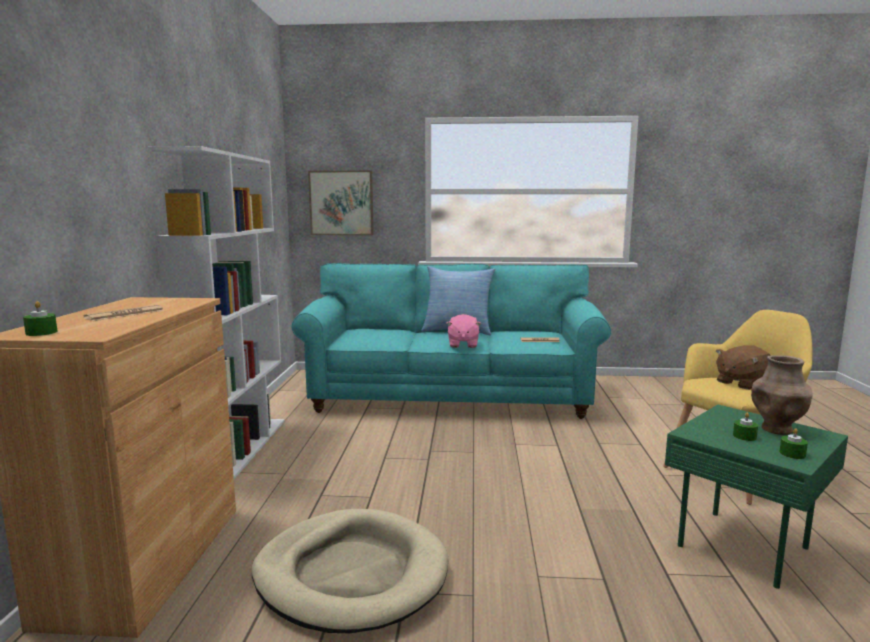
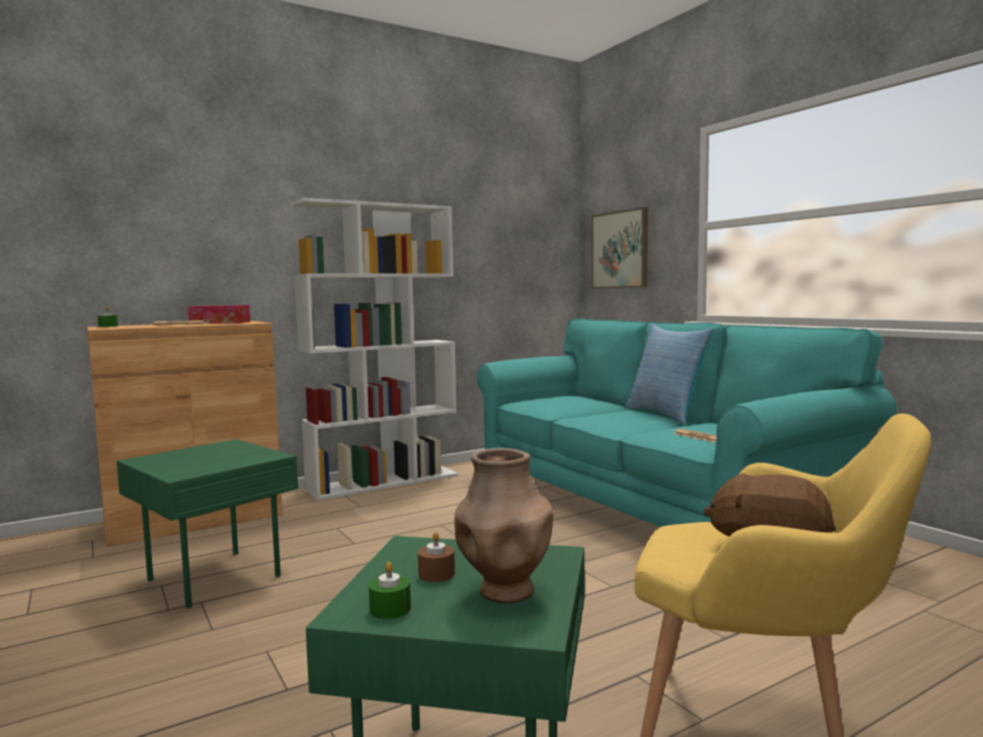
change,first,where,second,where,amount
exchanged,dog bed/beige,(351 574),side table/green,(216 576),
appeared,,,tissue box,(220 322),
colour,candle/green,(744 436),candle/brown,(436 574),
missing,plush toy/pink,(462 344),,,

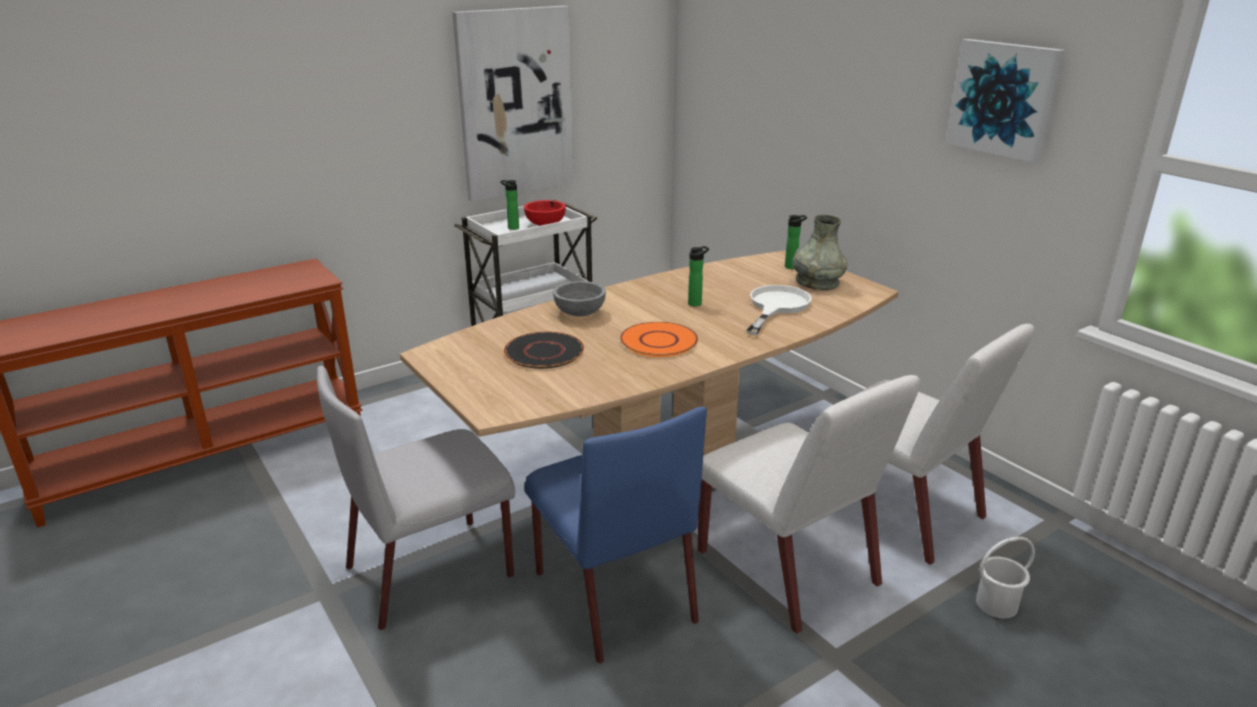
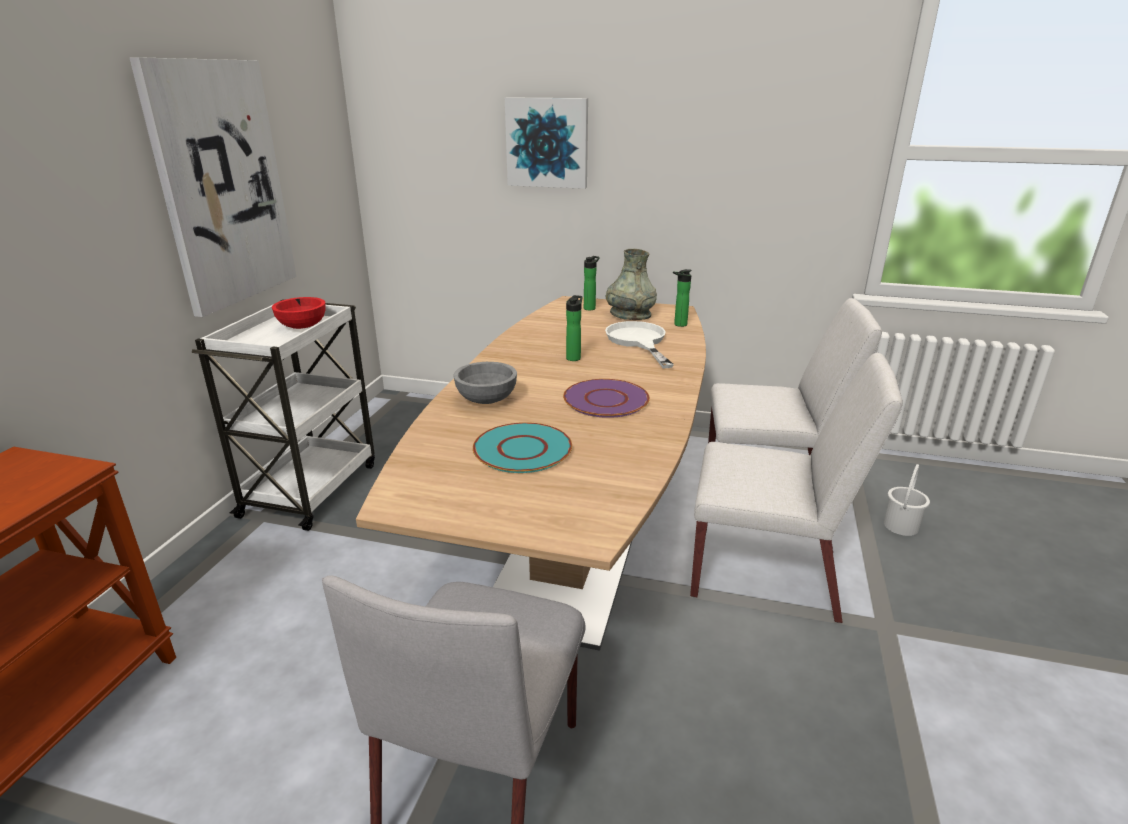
change,first,where,second,where,amount
colour,plate/black,(544 352),plate/turquoise,(523 449),
relocated,picture,(1004 99),,(547 143),
colour,plate/orange,(658 341),plate/purple,(605 400),
relocated,bottle,(511 228),,(678 325),
missing,chair/blue,(612 595),,,

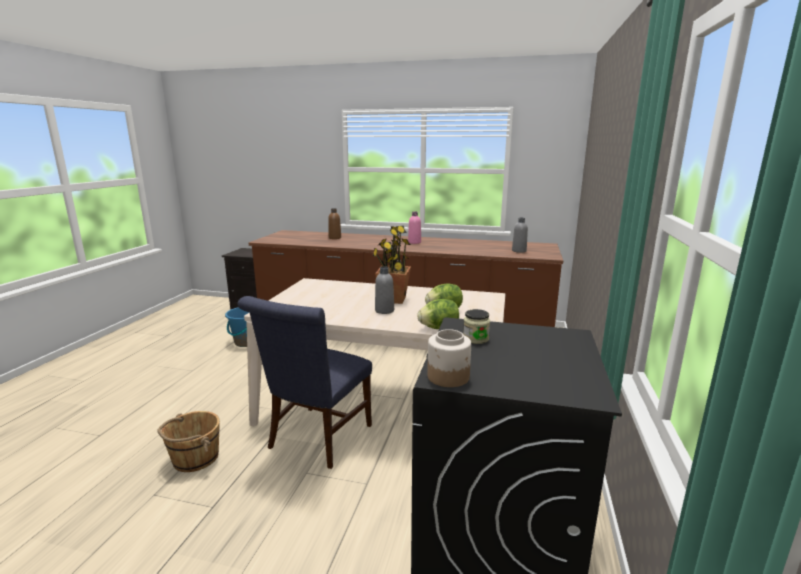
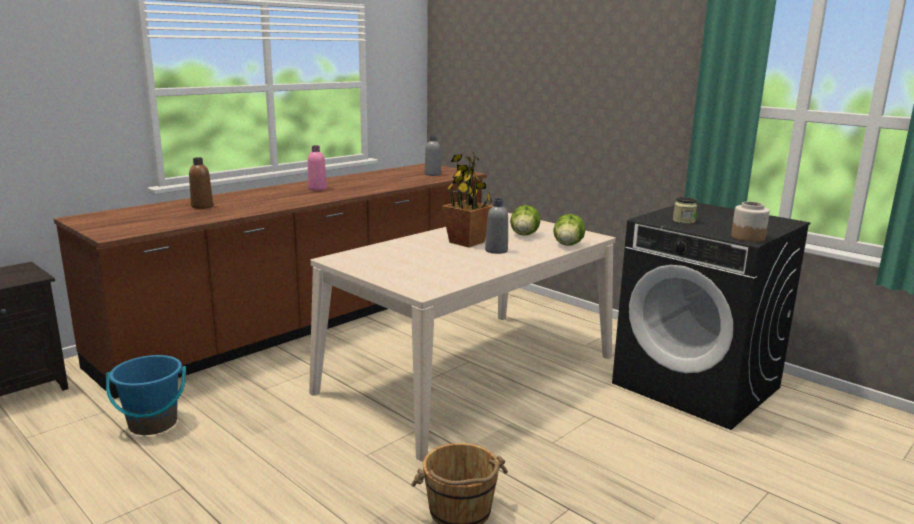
change,first,where,second,where,amount
missing,chair/blue,(317 439),,,

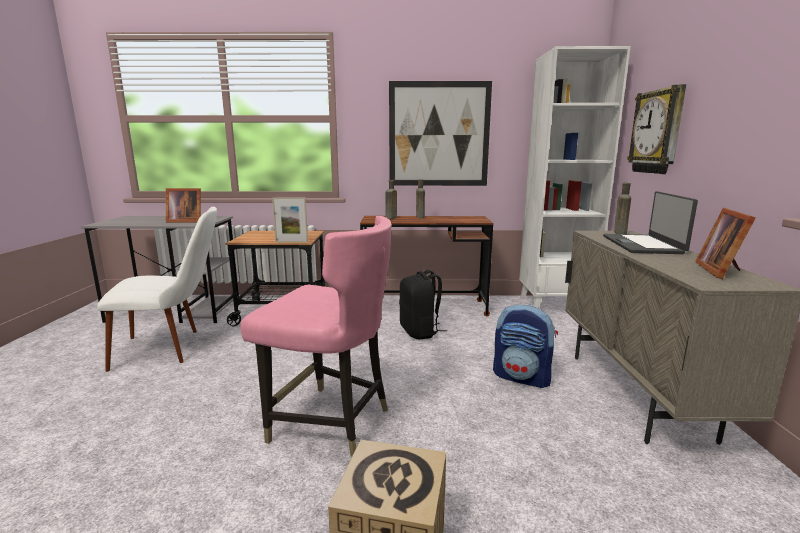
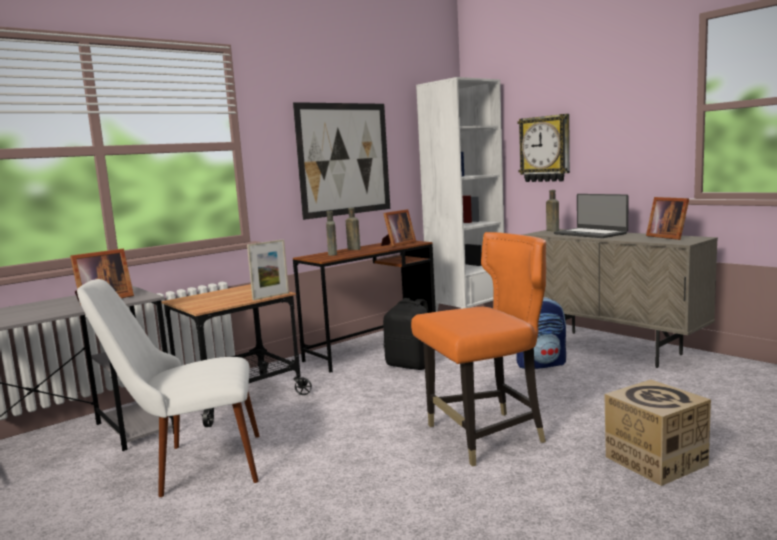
change,first,where,second,where,amount
spun,chair/white,(173 347),,(189 467),135 degrees counterclockwise
appeared,,,picture frame,(397 244),
colour,chair/pink,(331 422),chair/orange,(486 436),

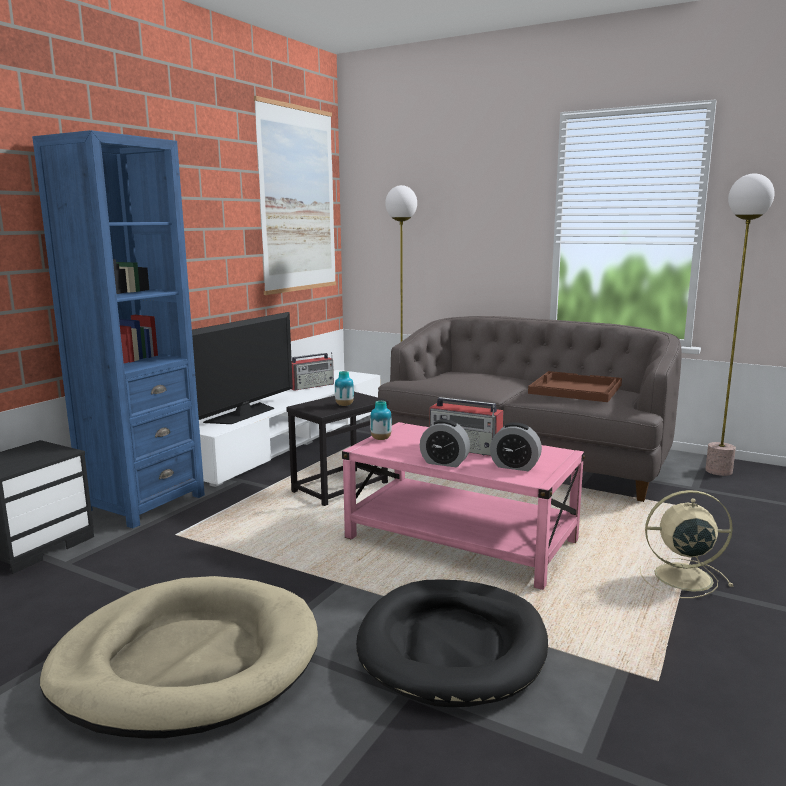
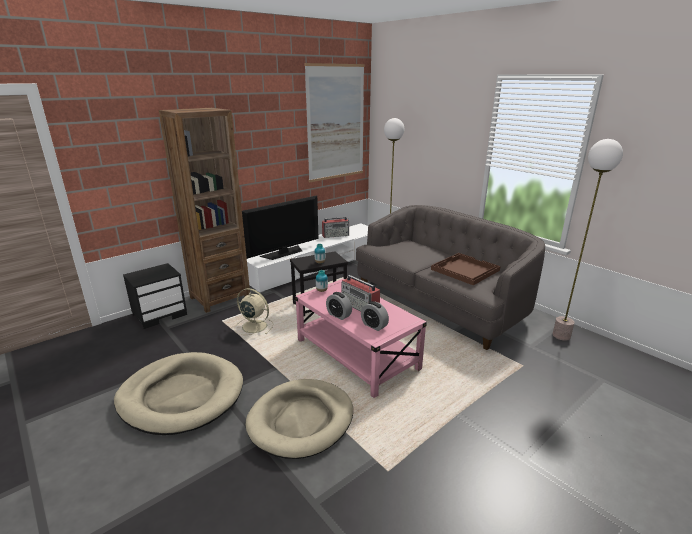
change,first,where,second,where,amount
colour,bookcase/blue,(143 503),bookcase/brown,(220 297),
relocated,fan/beige,(680 577),,(253 326),
colour,dog bed/black,(453 646),dog bed/beige,(301 420),

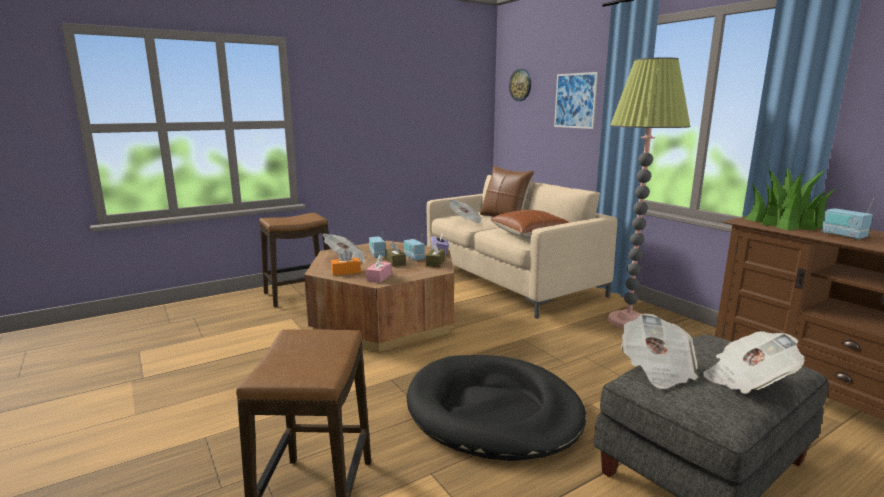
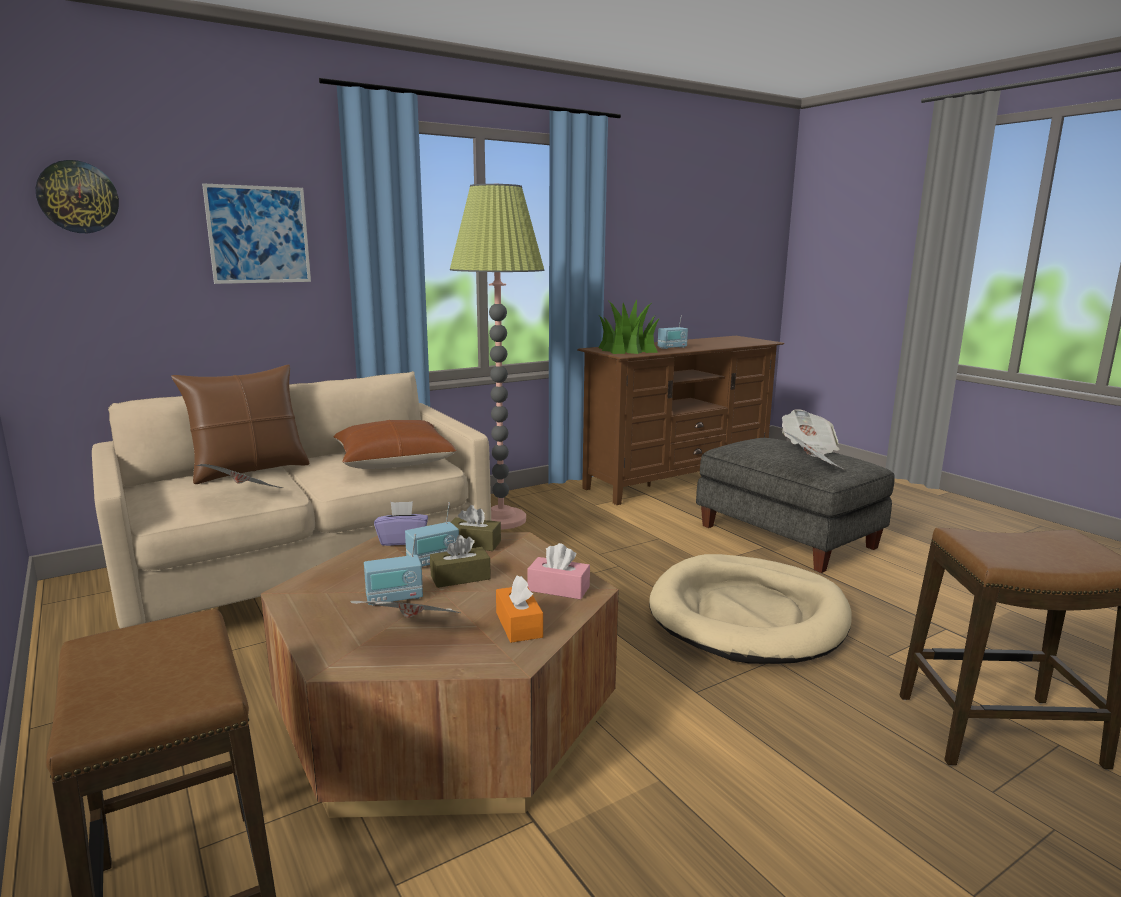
change,first,where,second,where,amount
colour,dog bed/black,(493 411),dog bed/beige,(748 615),

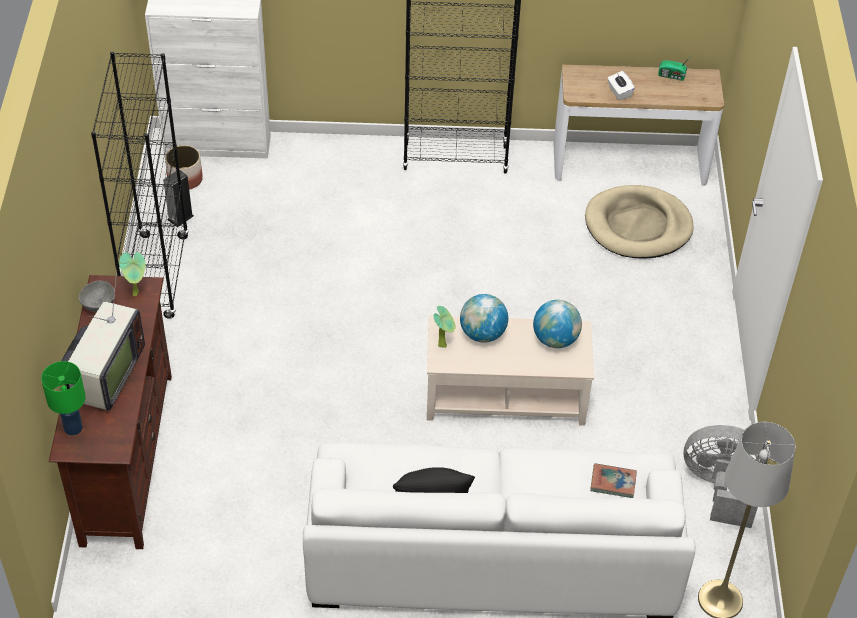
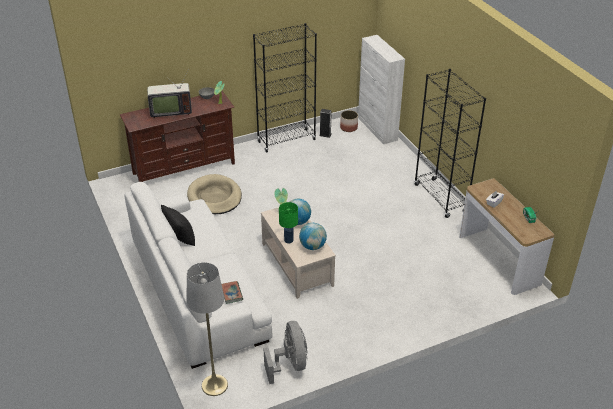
change,first,where,second,where,amount
relocated,dog bed/beige,(638 226),,(214 197),
relocated,table lamp/green,(73 427),,(289 240),

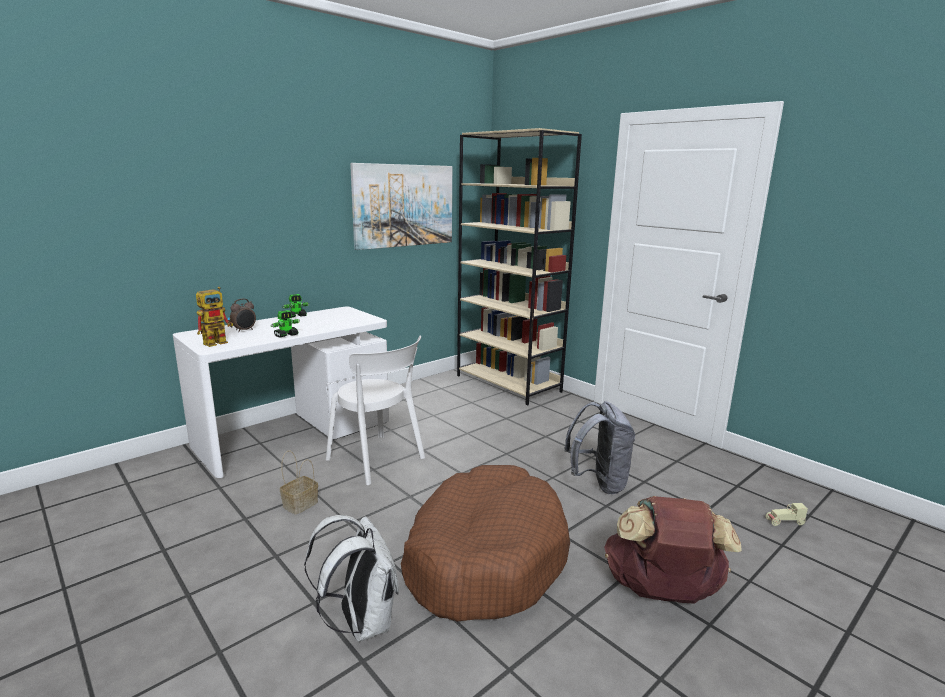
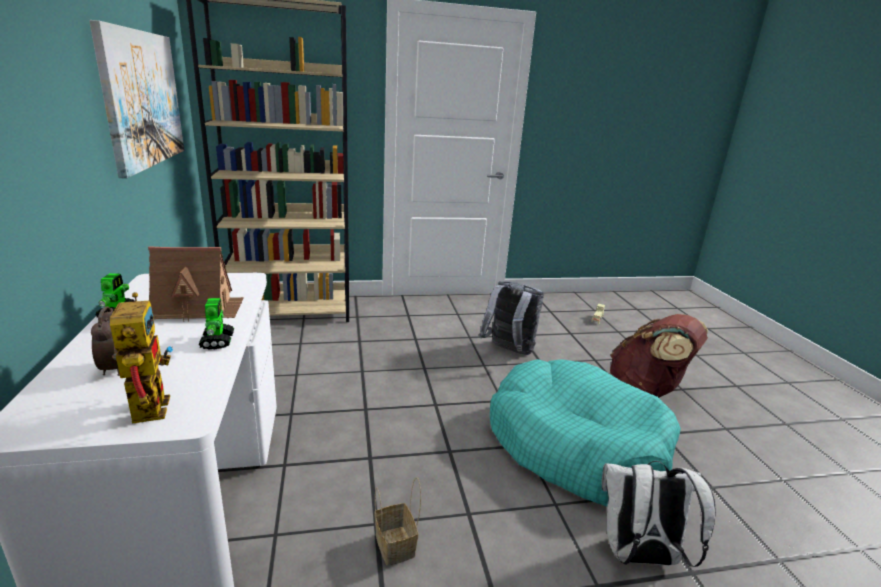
change,first,where,second,where,amount
appeared,,,toy house,(199 308),
colour,dog bed/brown,(484 557),dog bed/turquoise,(575 445),
missing,chair/white,(378 460),,,

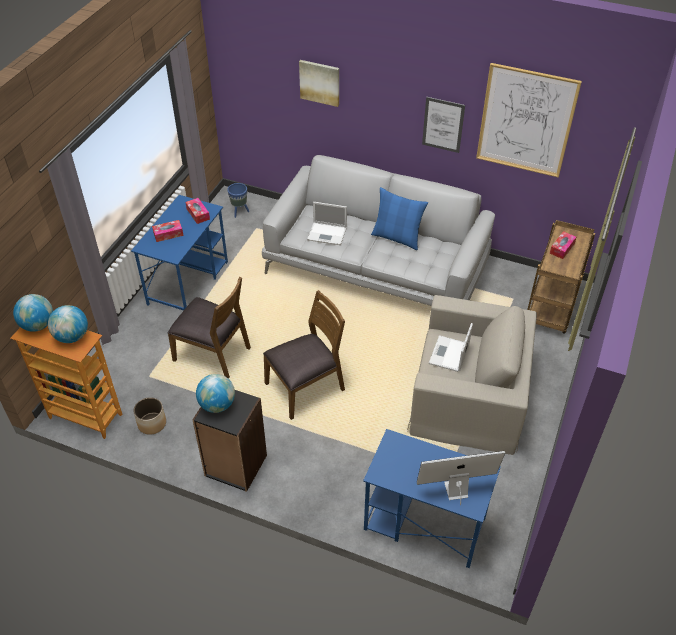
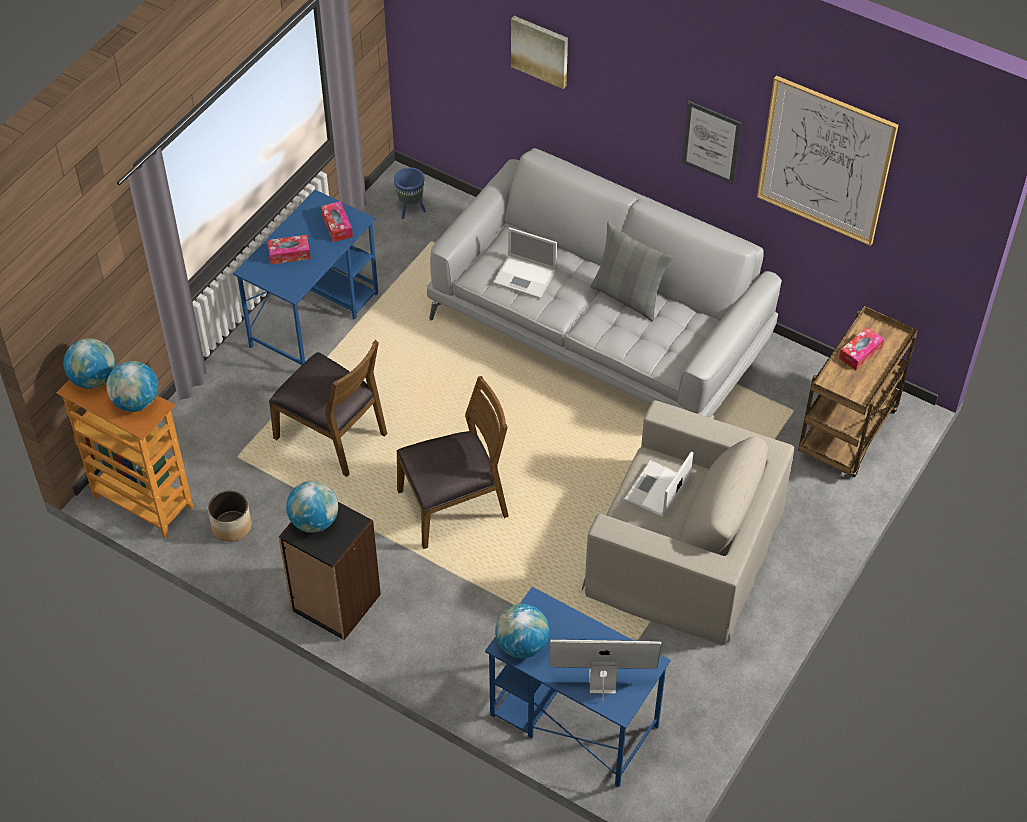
change,first,where,second,where,amount
appeared,,,globe,(521 645),
colour,pillow/blue,(397 238),pillow/grey,(628 297),

